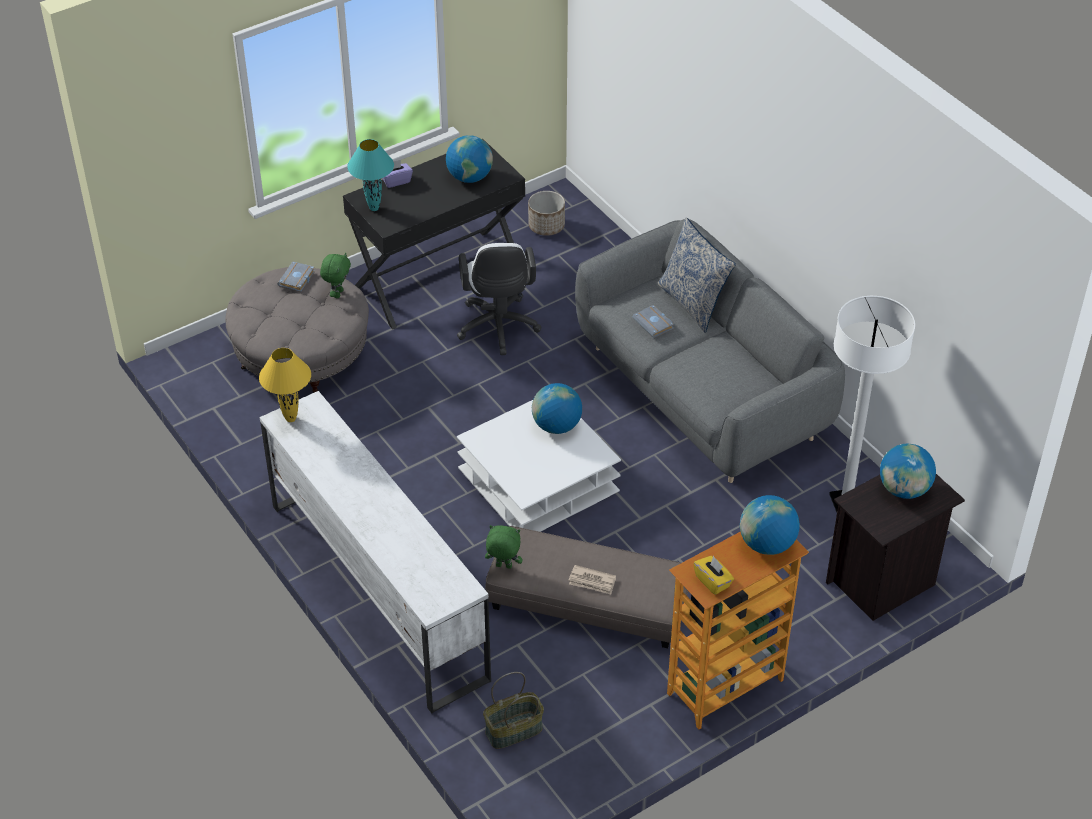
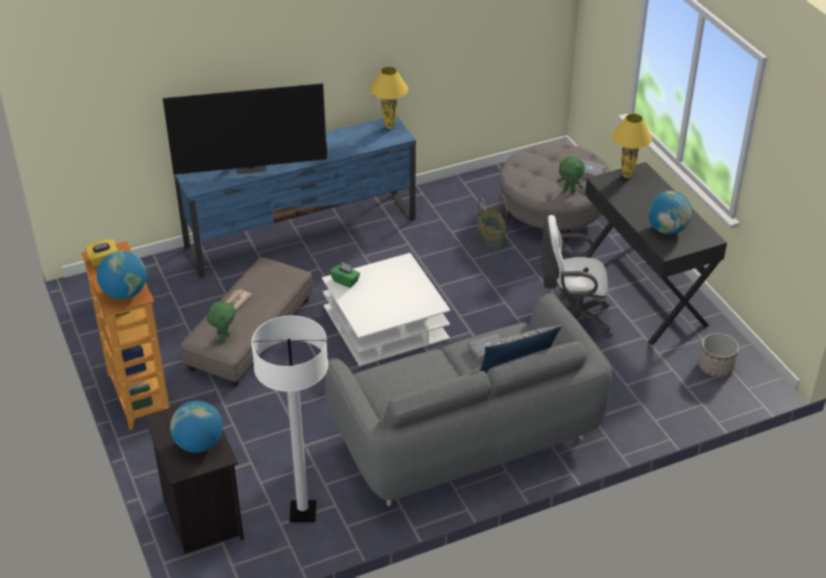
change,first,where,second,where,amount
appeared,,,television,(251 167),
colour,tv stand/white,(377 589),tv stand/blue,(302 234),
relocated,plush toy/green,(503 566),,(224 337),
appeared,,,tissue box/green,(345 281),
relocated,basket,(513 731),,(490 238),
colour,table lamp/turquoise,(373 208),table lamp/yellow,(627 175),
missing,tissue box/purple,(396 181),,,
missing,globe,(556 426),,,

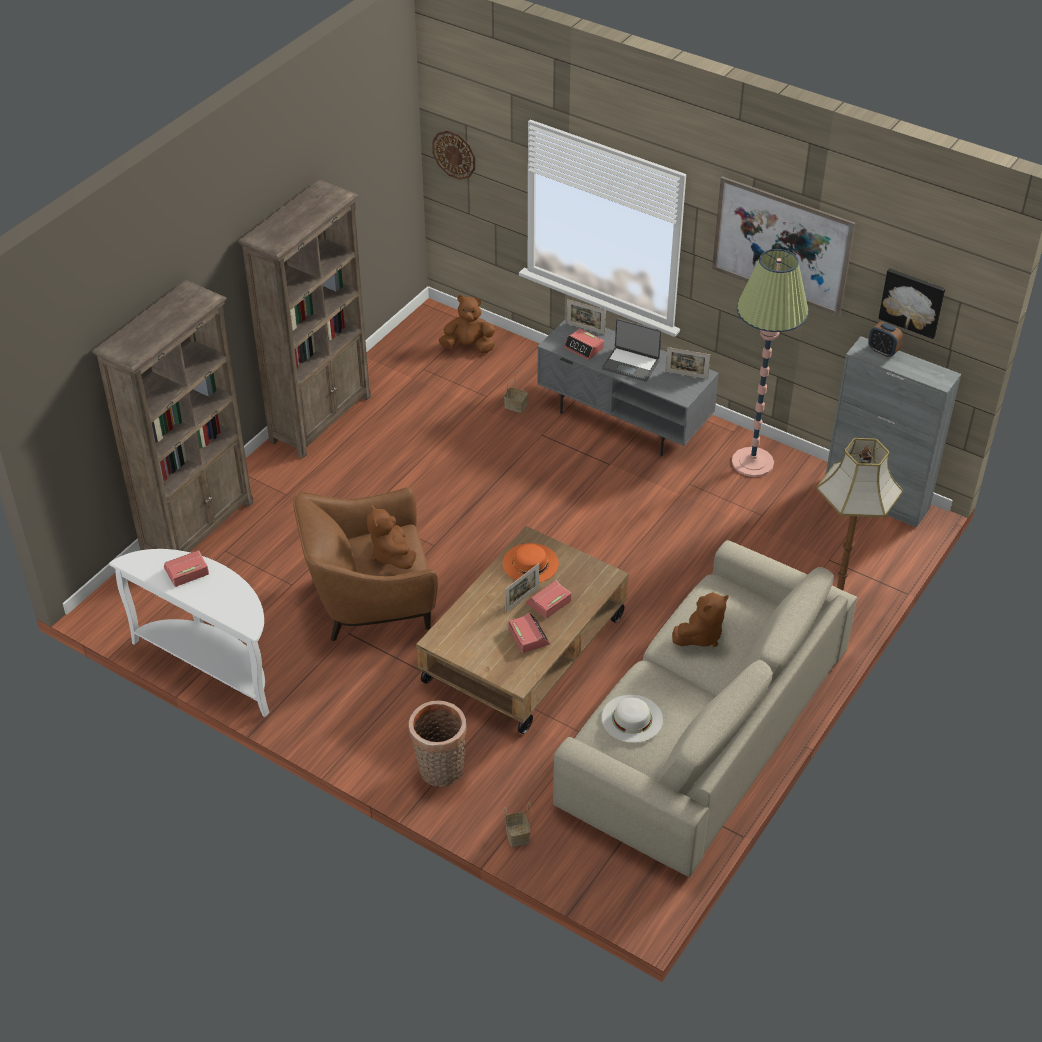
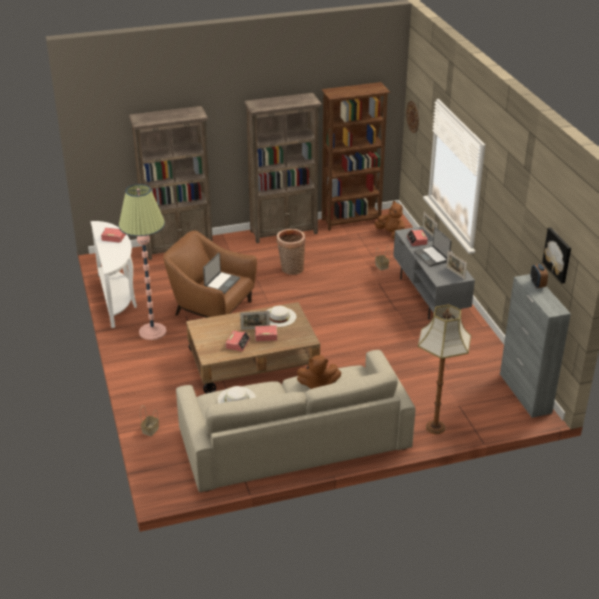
change,first,where,second,where,amount
relocated,floor lamp,(752 462),,(152 331),
exchanged,plush toy/brown,(392 555),laptop,(221 283),
colour,hat/orange,(530 563),hat/white,(279 317),
relocated,basket,(440 772),,(291 269),
appeared,,,bookcase/brown,(351 221),
missing,picture,(781 246),,,

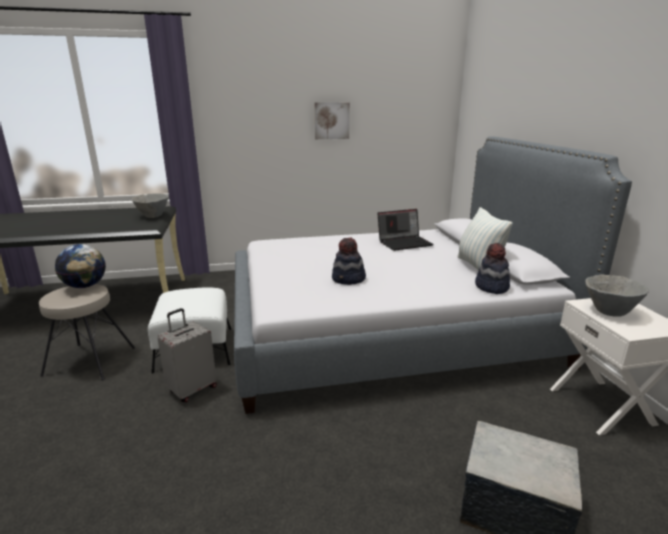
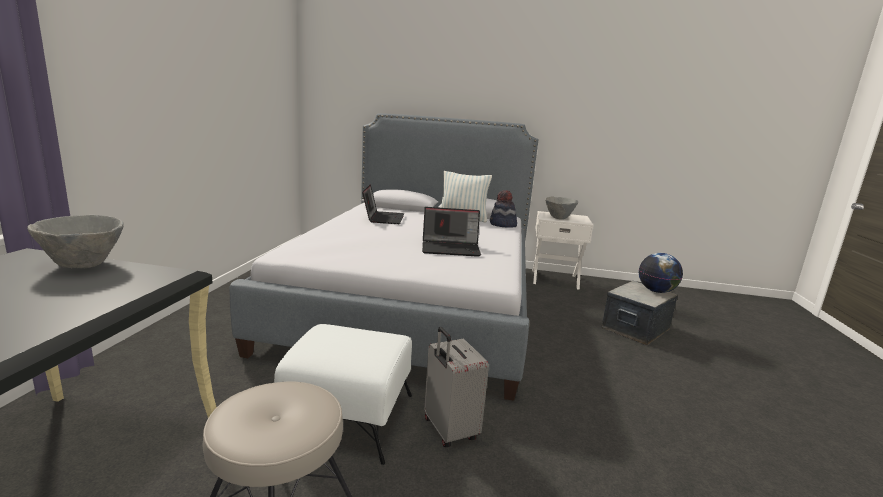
change,first,where,second,where,amount
exchanged,hat,(348 279),laptop,(451 248),
relocated,globe,(85 286),,(656 291),
missing,picture,(331 120),,,

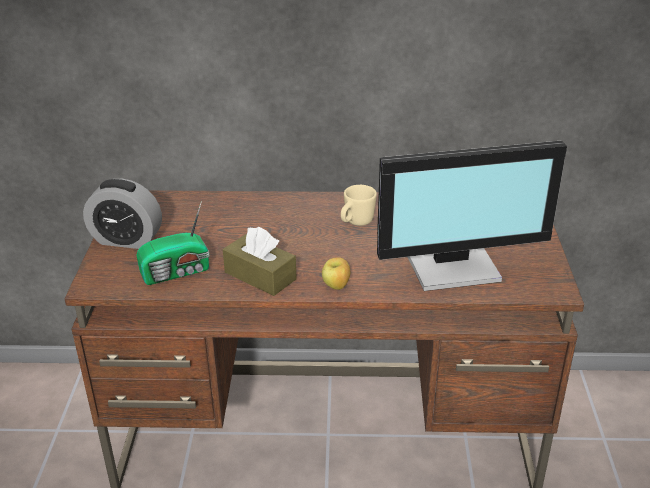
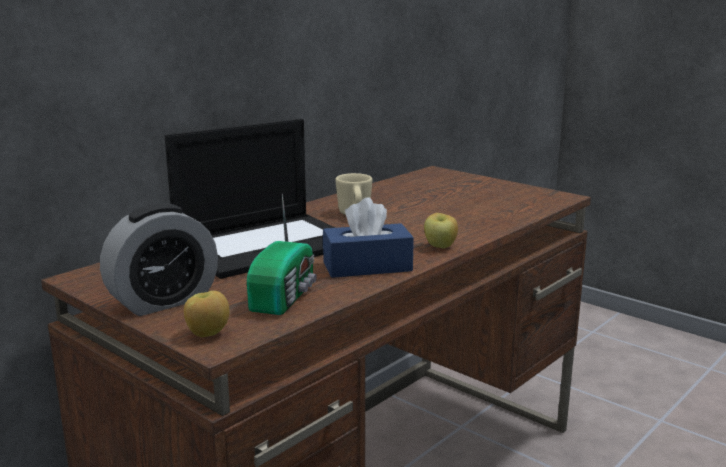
change,first,where,second,where,amount
appeared,,,laptop,(267 244),
appeared,,,apple,(207 334),
colour,tissue box/brown,(260 276),tissue box/blue,(367 266),
missing,monitor,(453 266),,,

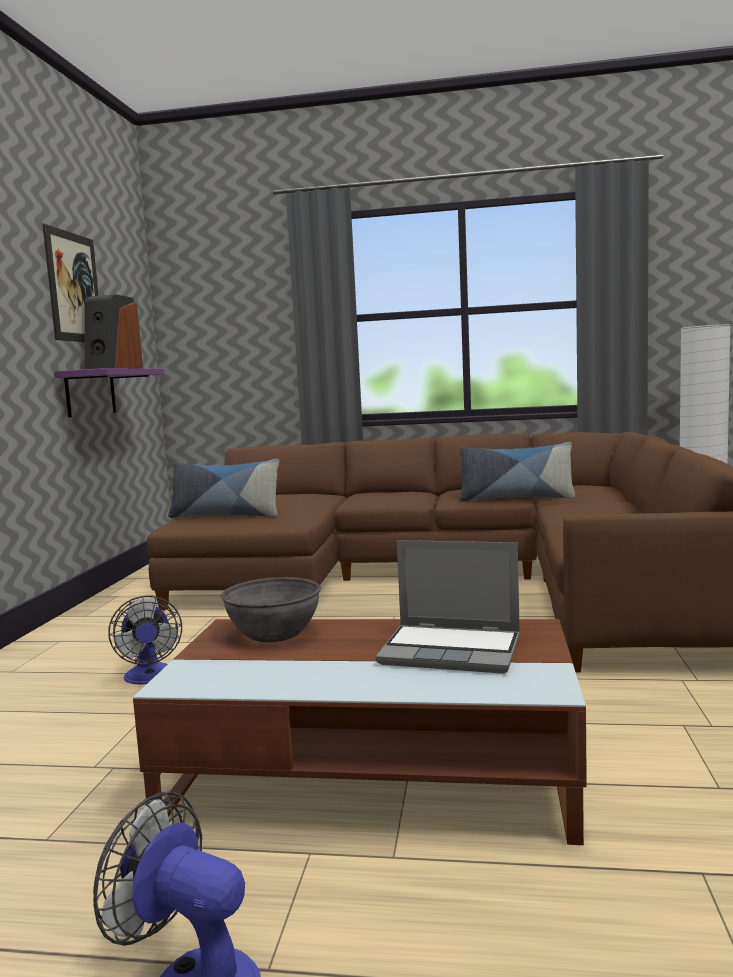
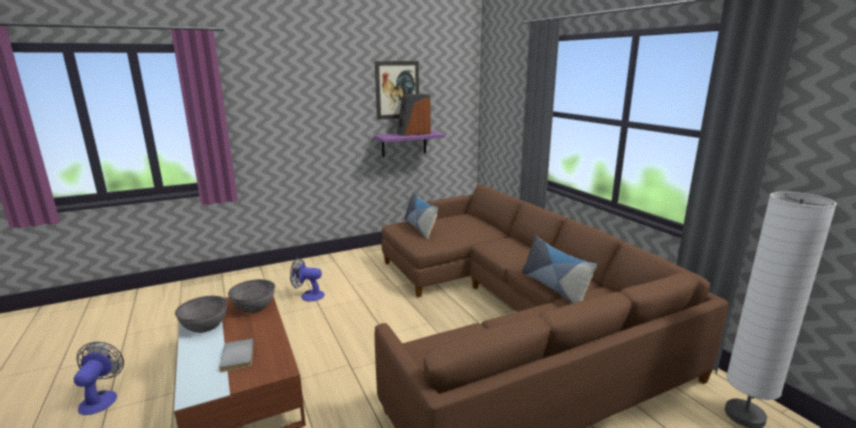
change,first,where,second,where,amount
appeared,,,bowl/grey,(205 325),
exchanged,laptop,(453 651),book/grey,(239 356),
spun,fan,(150 677),,(308 295),60 degrees clockwise

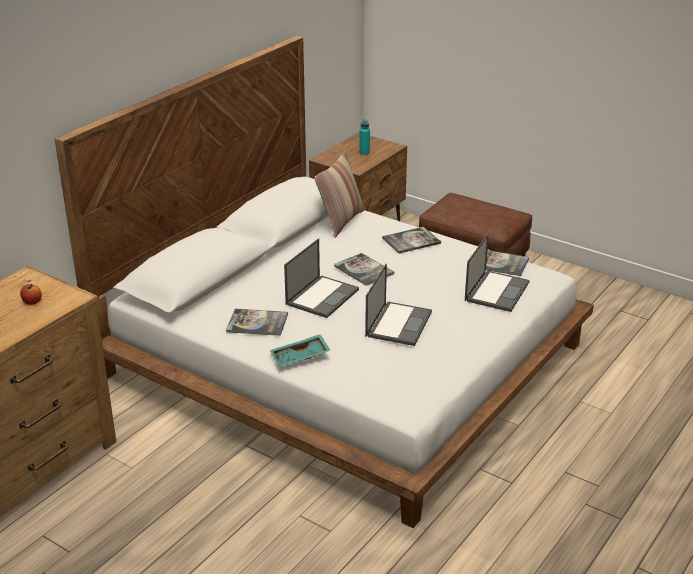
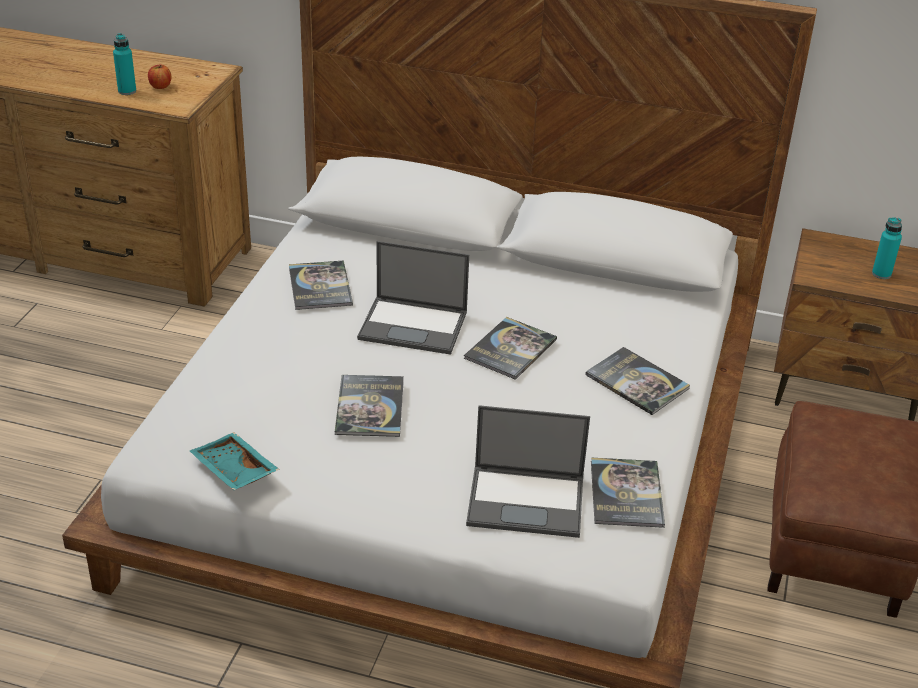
change,first,where,second,where,amount
appeared,,,bottle/turquoise,(127 91),
relocated,tray/turquoise,(300 358),,(233 471),
exchanged,laptop,(398 323),book,(370 407),
missing,pillow,(341 221),,,

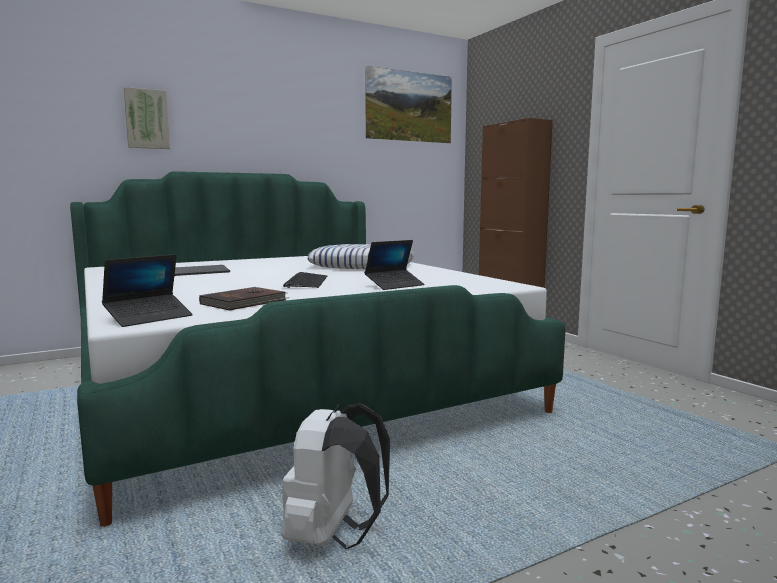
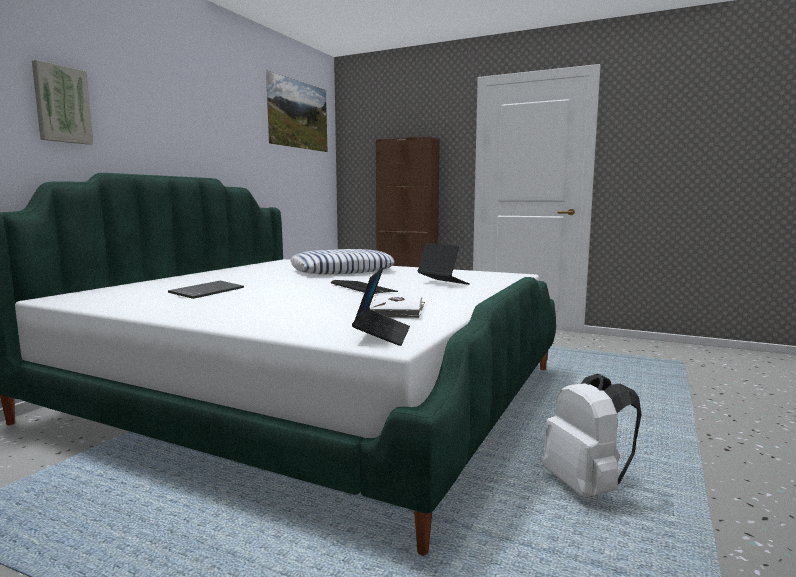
change,first,where,second,where,amount
colour,book/brown,(245 302),book/white,(397 310),
spun,laptop,(394 285),,(443 283),60 degrees counterclockwise

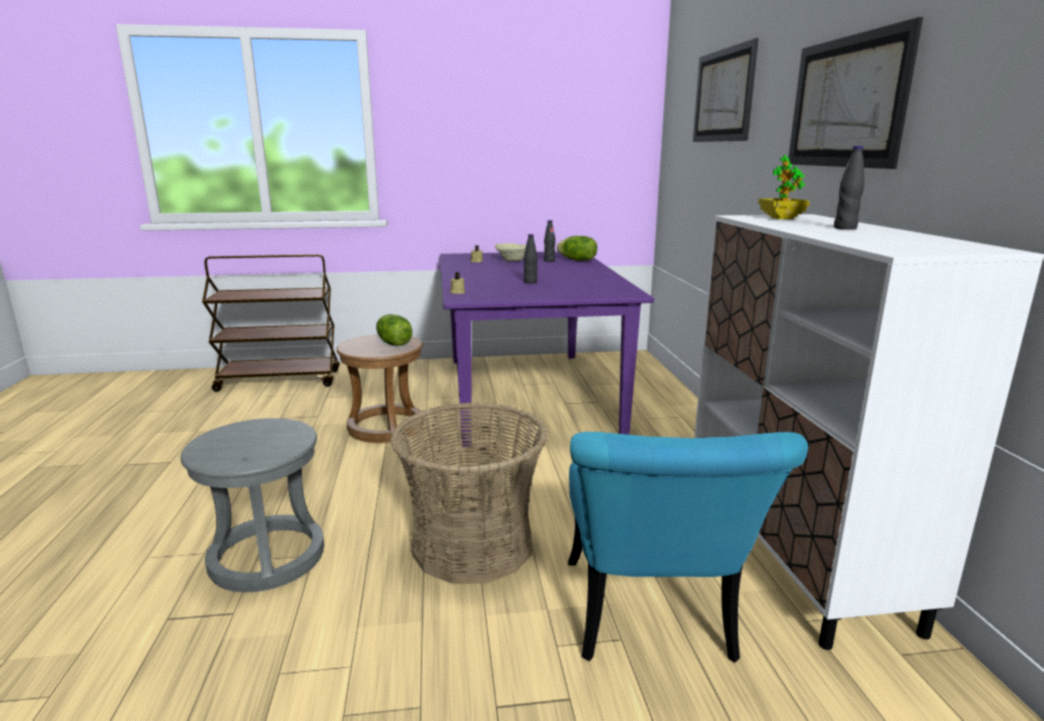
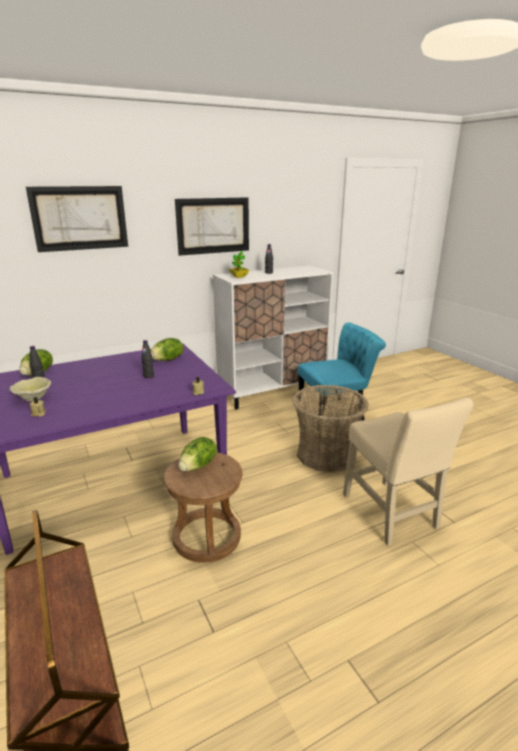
change,first,where,second,where,amount
appeared,,,lettuce,(168 360),
exchanged,stool/grey,(267 557),chair/beige,(391 514),

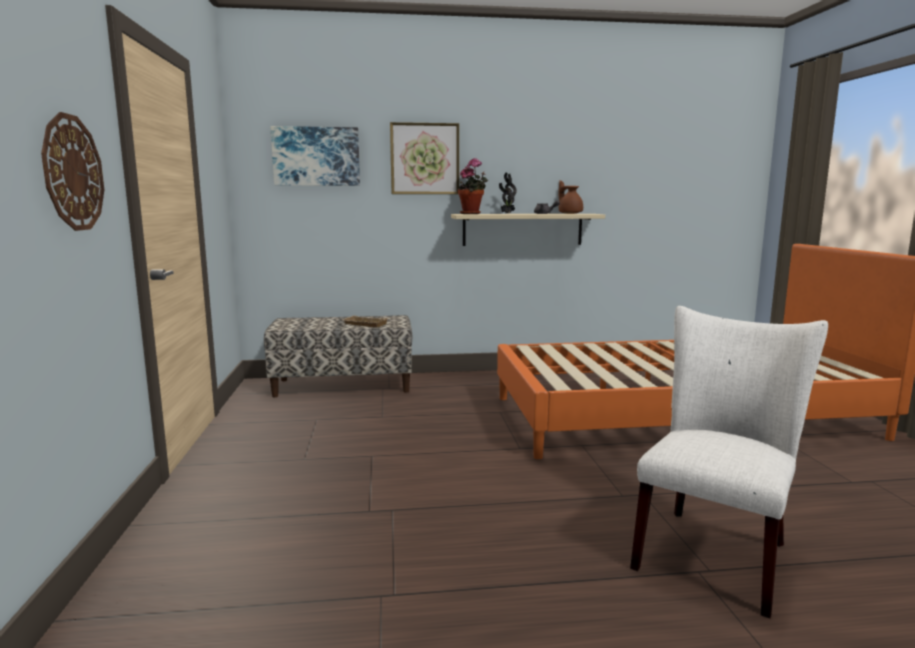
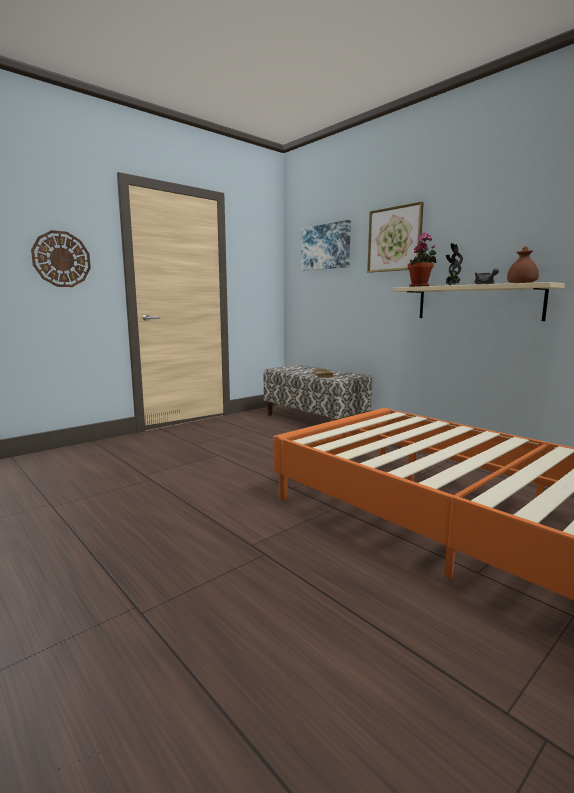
change,first,where,second,where,amount
missing,chair/white,(714 551),,,

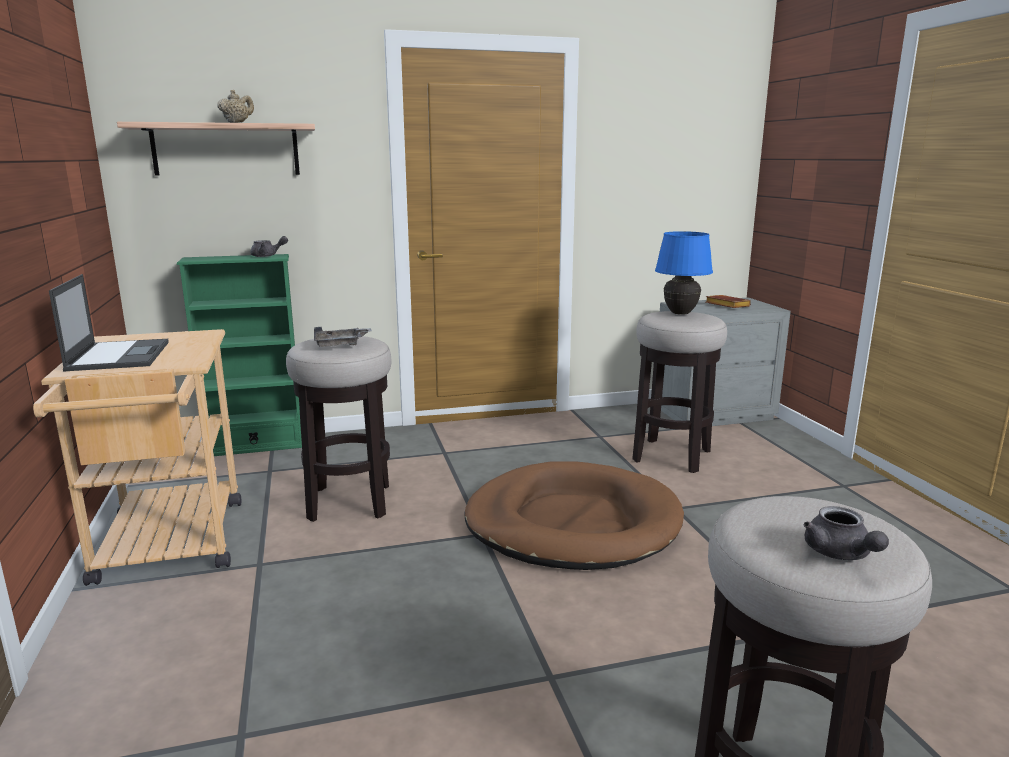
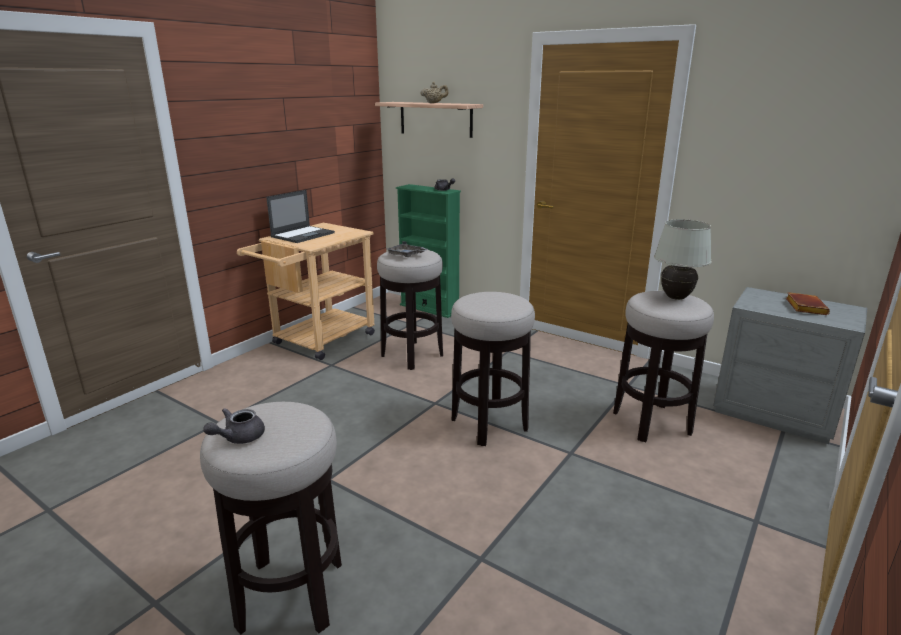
change,first,where,second,where,amount
exchanged,dog bed/brown,(572 523),stool,(489 424),
colour,table lamp/blue,(680 313),table lamp/white,(675 298),

